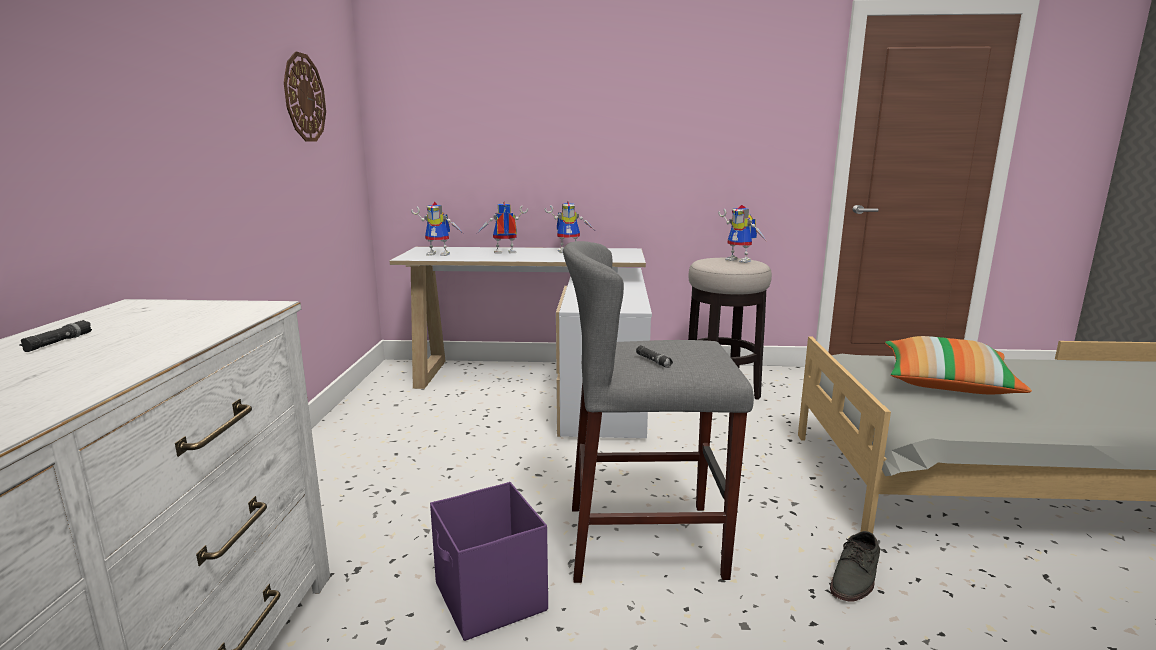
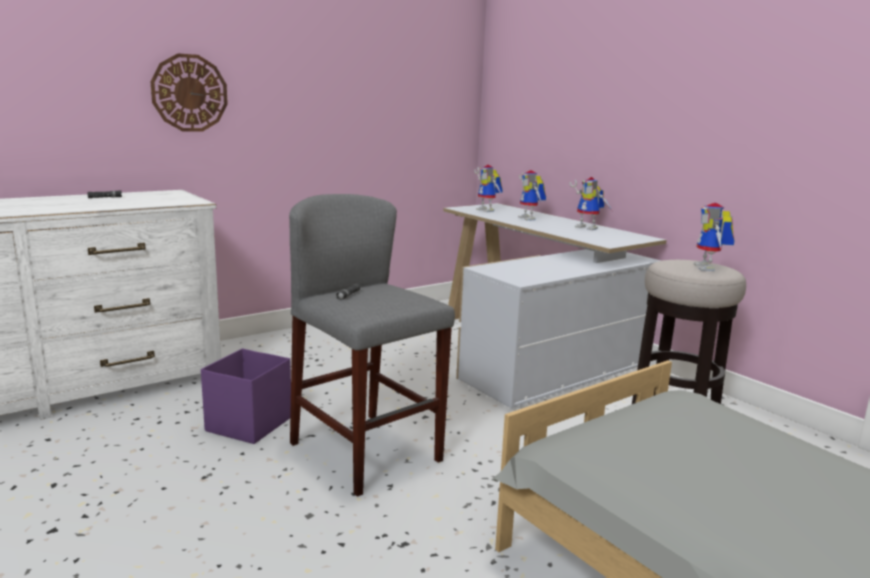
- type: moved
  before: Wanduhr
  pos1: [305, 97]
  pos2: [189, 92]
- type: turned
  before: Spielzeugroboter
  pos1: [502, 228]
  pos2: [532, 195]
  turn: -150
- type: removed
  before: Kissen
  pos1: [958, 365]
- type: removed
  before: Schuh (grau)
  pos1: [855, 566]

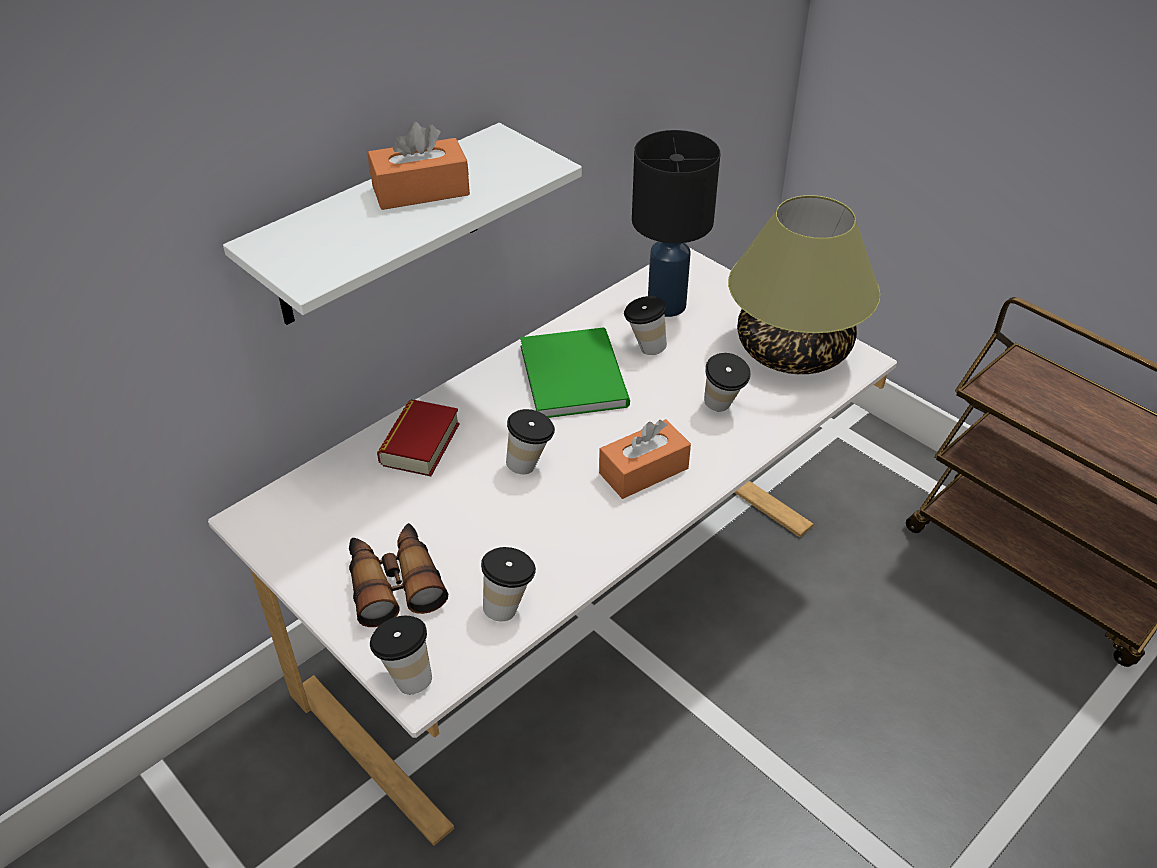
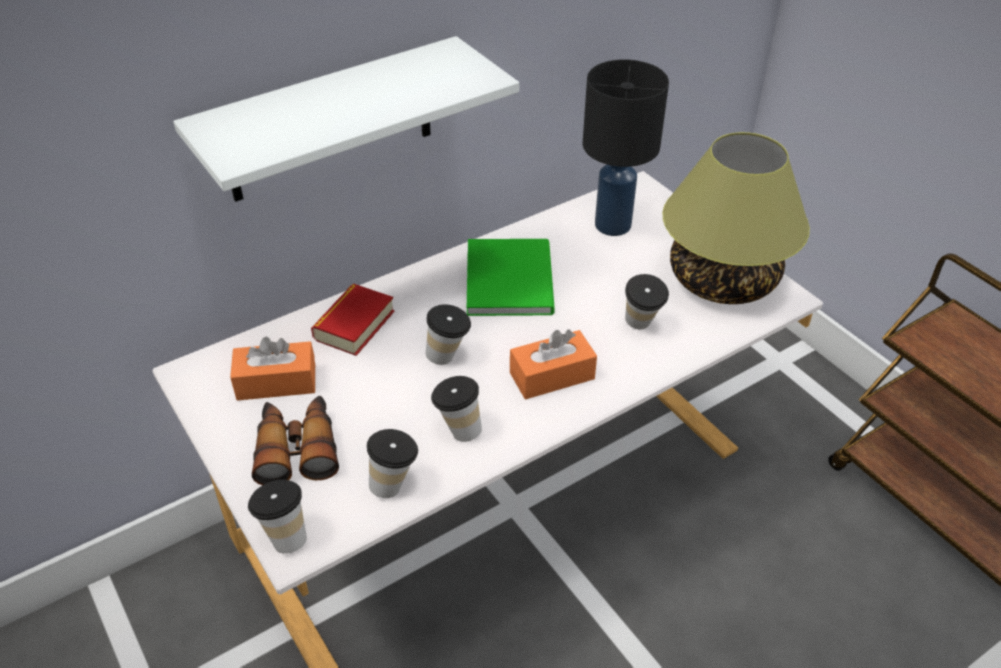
- type: moved
  before: Taschentuchbox (orange)
  pos1: [419, 165]
  pos2: [272, 369]
- type: moved
  before: Tasse
  pos1: [645, 325]
  pos2: [456, 409]

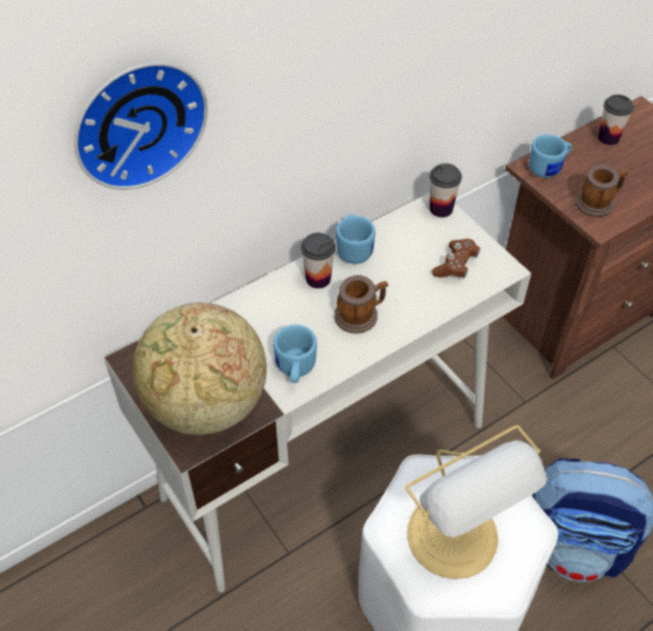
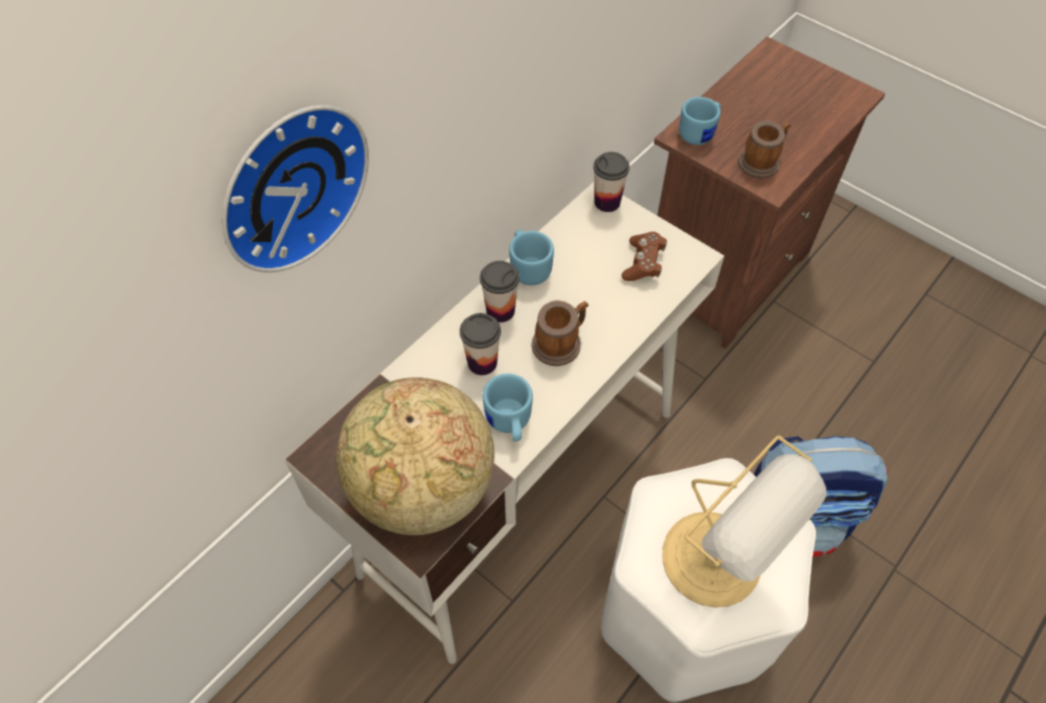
- type: moved
  before: Tasse
  pos1: [616, 119]
  pos2: [480, 344]

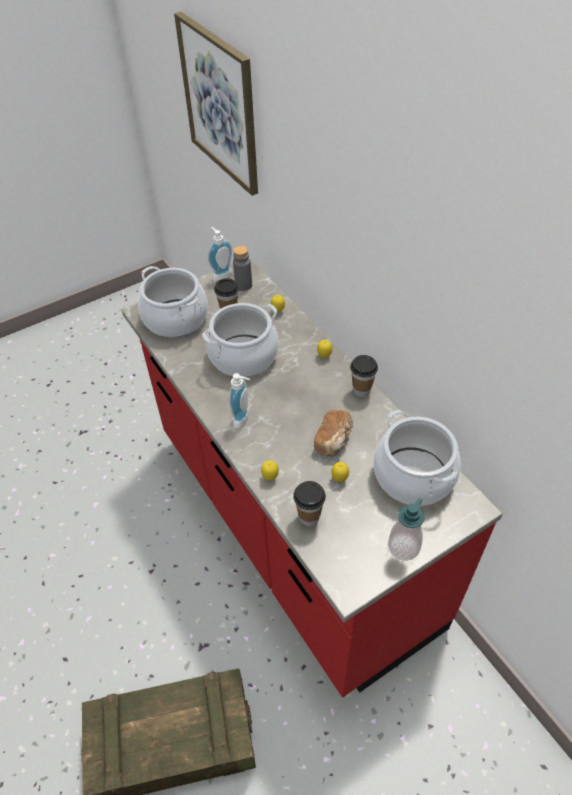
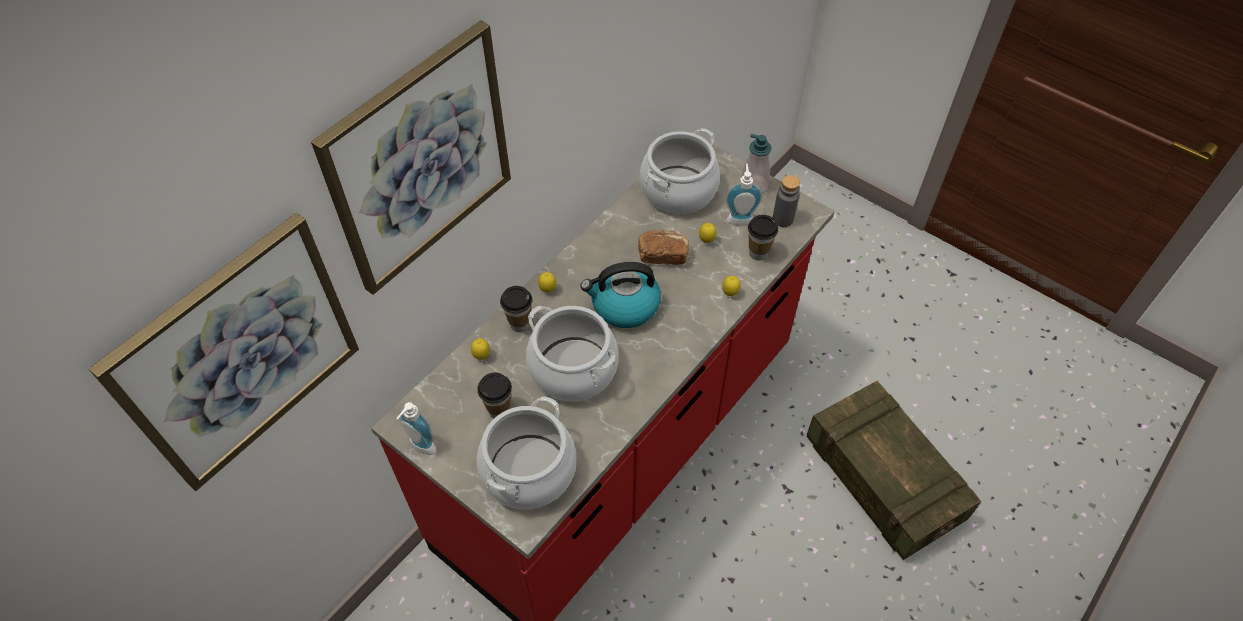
- type: moved
  before: Flasche (grau)
  pos1: [242, 268]
  pos2: [786, 201]
- type: moved
  before: Tasse
  pos1: [364, 376]
  pos2: [516, 309]
- type: moved
  before: Seifenspender
  pos1: [239, 401]
  pos2: [744, 195]
- type: added
  after: Bild
  pos2: [411, 157]
- type: added
  after: Wasserkessel
  pos2: [620, 295]

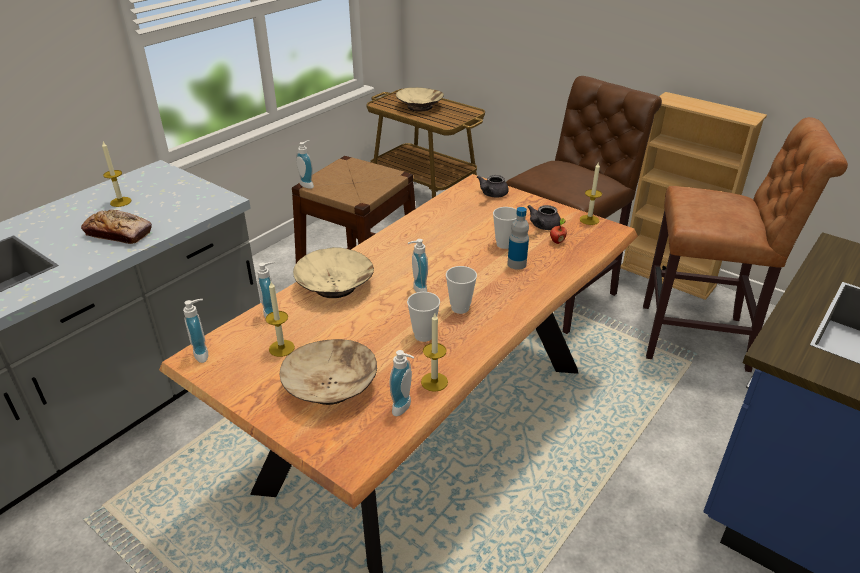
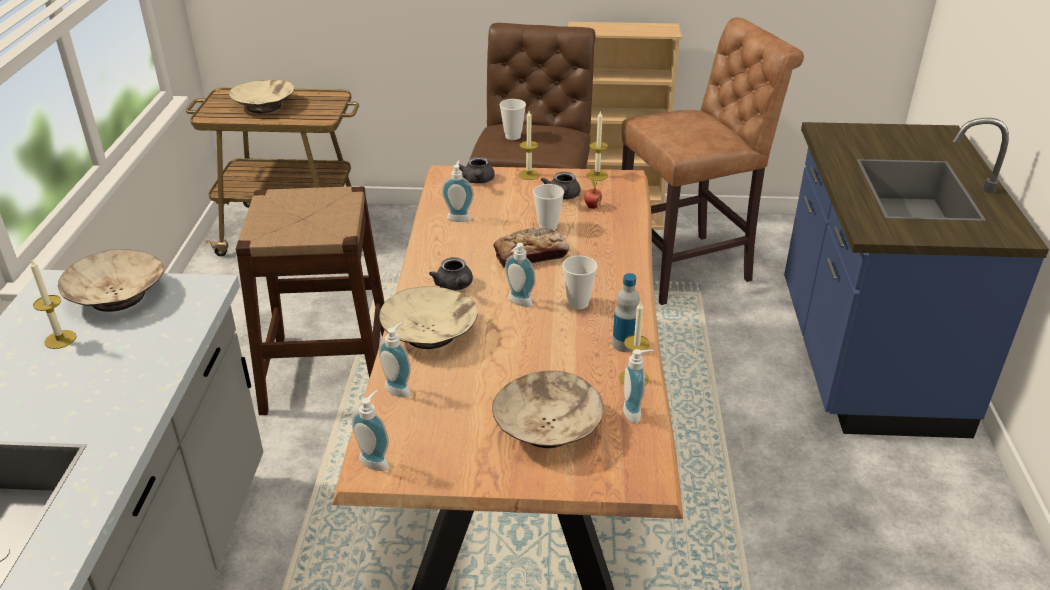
- type: moved
  before: Seifenspender
  pos1: [305, 164]
  pos2: [458, 191]
- type: moved
  before: Flasche
  pos1: [518, 238]
  pos2: [626, 312]
- type: moved
  before: Brot
  pos1: [116, 226]
  pos2: [531, 248]
- type: moved
  before: Kerze
  pos1: [280, 319]
  pos2: [529, 145]
- type: moved
  before: Tasse
  pos1: [423, 317]
  pos2: [513, 119]
- type: added
  after: Schüssel (beige)
  pos2: [111, 280]
- type: added
  after: Teekanne (grau)
  pos2: [451, 274]

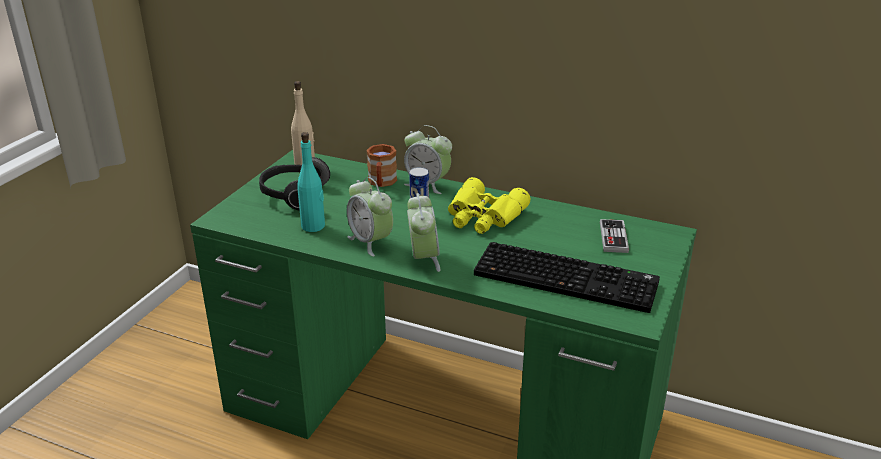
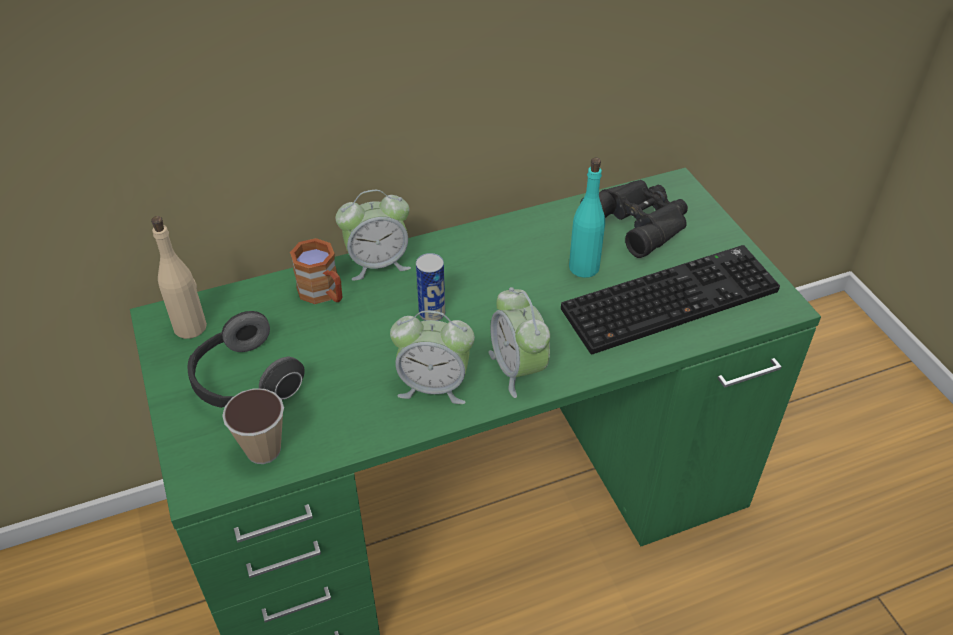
- type: moved
  before: Flasche (türkis)
  pos1: [311, 182]
  pos2: [587, 218]
- type: removed
  before: Fernglas (gelb)
  pos1: [489, 205]
- type: turned
  before: Wecker
  pos1: [423, 232]
  pos2: [519, 342]
  turn: -150
- type: replaced
  before: Gamepad
  after: Fernglas (schwarz)
  pos1: [614, 236]
  pos2: [634, 219]
- type: added
  after: Tasse
  pos2: [253, 426]

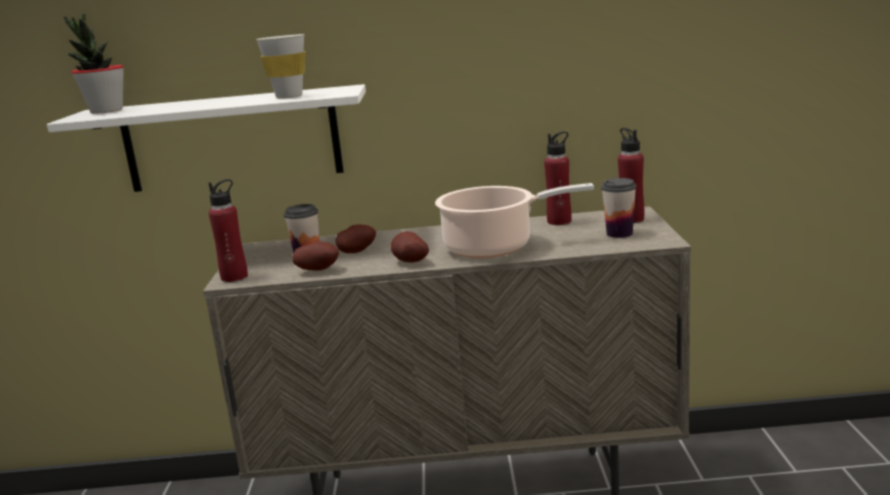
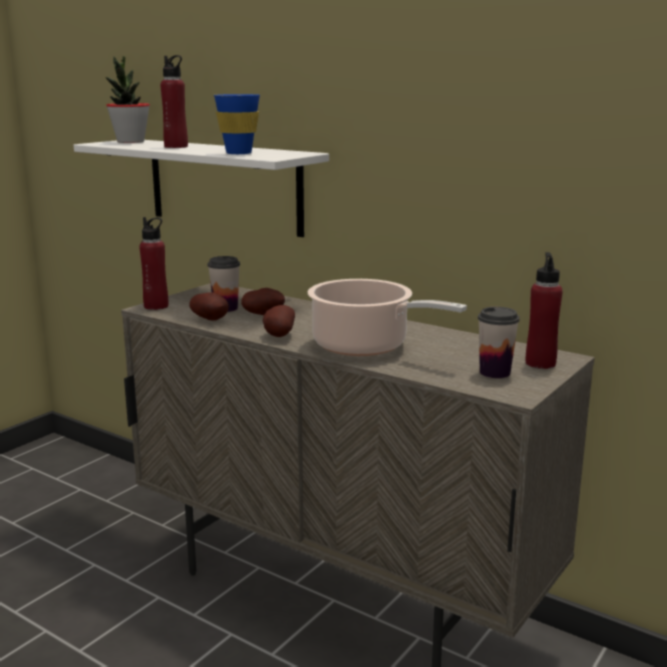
- type: recoloured
  before: Tasse (weiß)
  after: Tasse (blau)
  pos1: [281, 66]
  pos2: [237, 124]
- type: moved
  before: Flasche (rot)
  pos1: [558, 178]
  pos2: [174, 101]

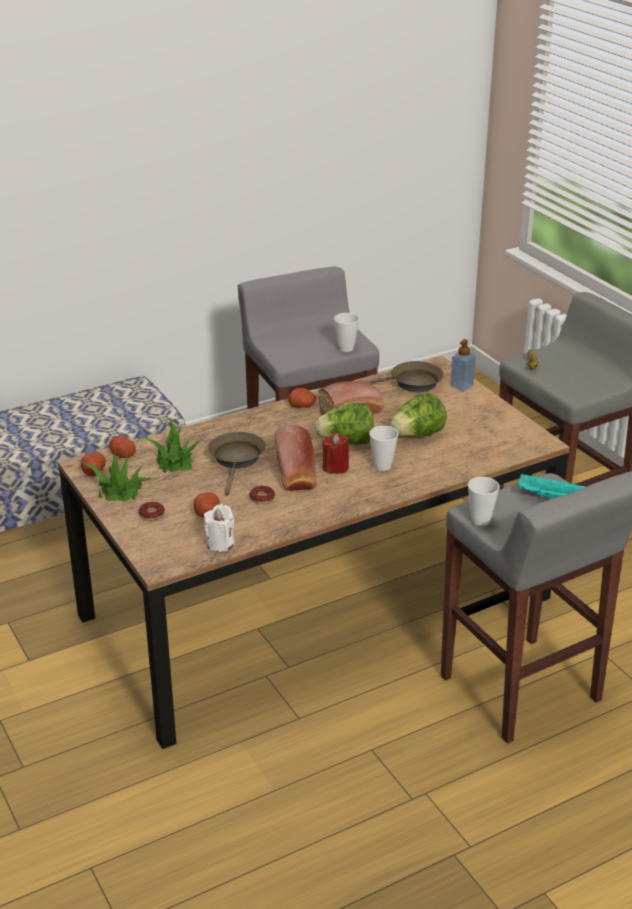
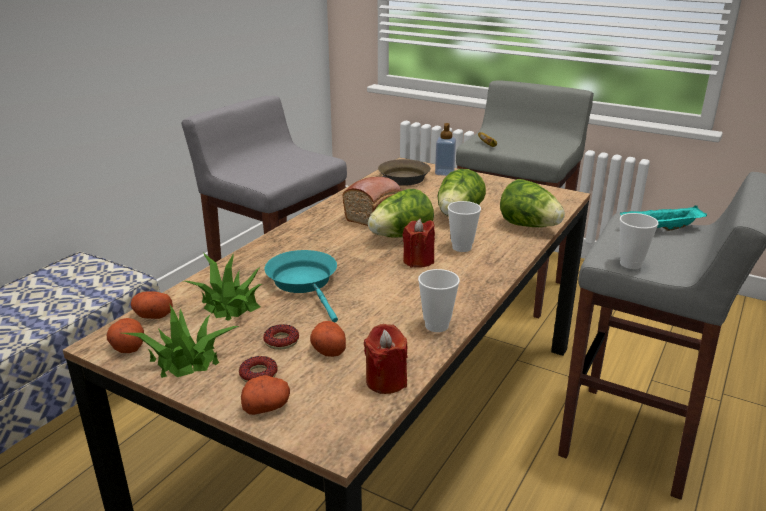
- type: moved
  before: Tasse
  pos1: [346, 332]
  pos2: [439, 300]
- type: moved
  before: Kartoffel
  pos1: [302, 398]
  pos2: [265, 395]
- type: removed
  before: Brot
  pos1: [295, 458]
- type: recoloured
  before: Pfanne (braun)
  after: Pfanne (türkis)
  pos1: [237, 464]
  pos2: [301, 286]
- type: moved
  before: Donut
  pos1: [262, 495]
  pos2: [281, 337]
- type: recoloured
  before: Kerze (weiß)
  after: Kerze (rot)
  pos1: [219, 528]
  pos2: [386, 359]
- type: added
  after: Salatkopf
  pos2: [532, 203]

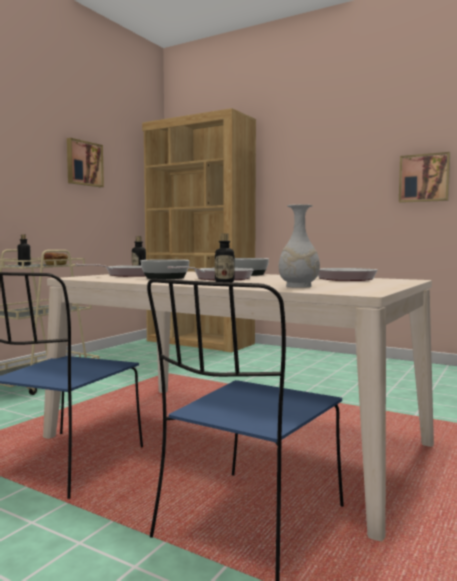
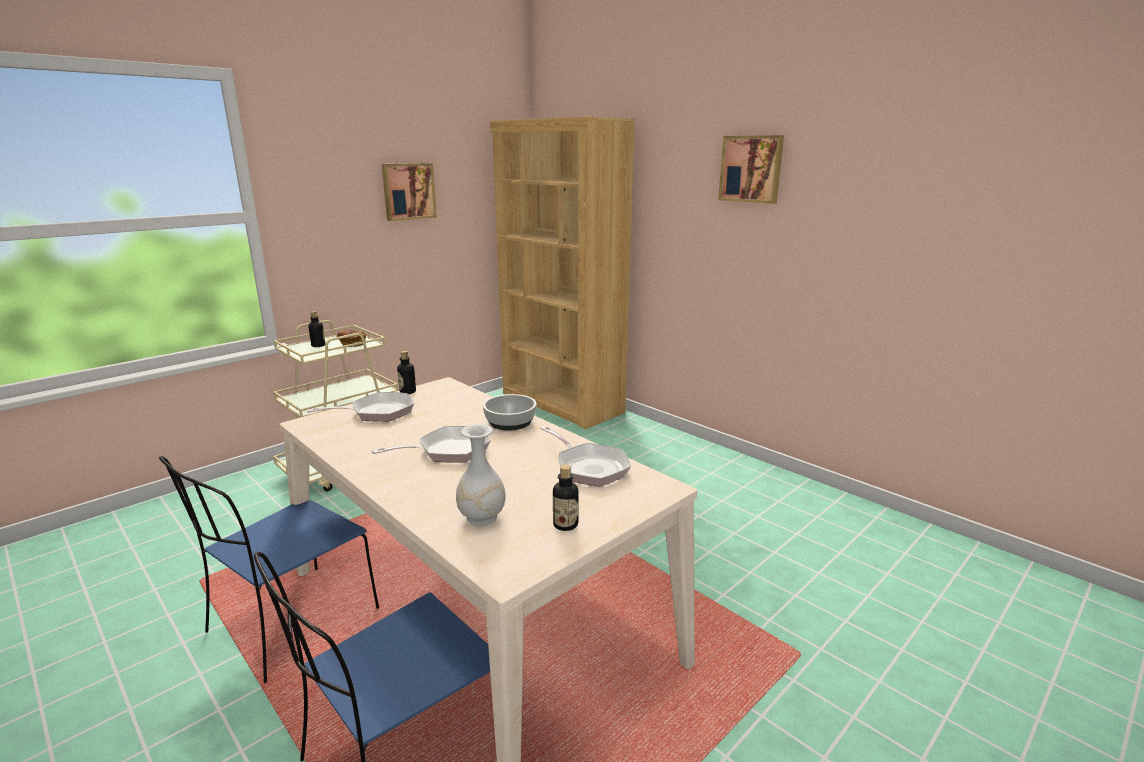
- type: moved
  before: Bild
  pos1: [424, 177]
  pos2: [751, 169]
- type: moved
  before: Flasche
  pos1: [225, 258]
  pos2: [566, 498]
- type: removed
  before: Schüssel
  pos1: [165, 269]

